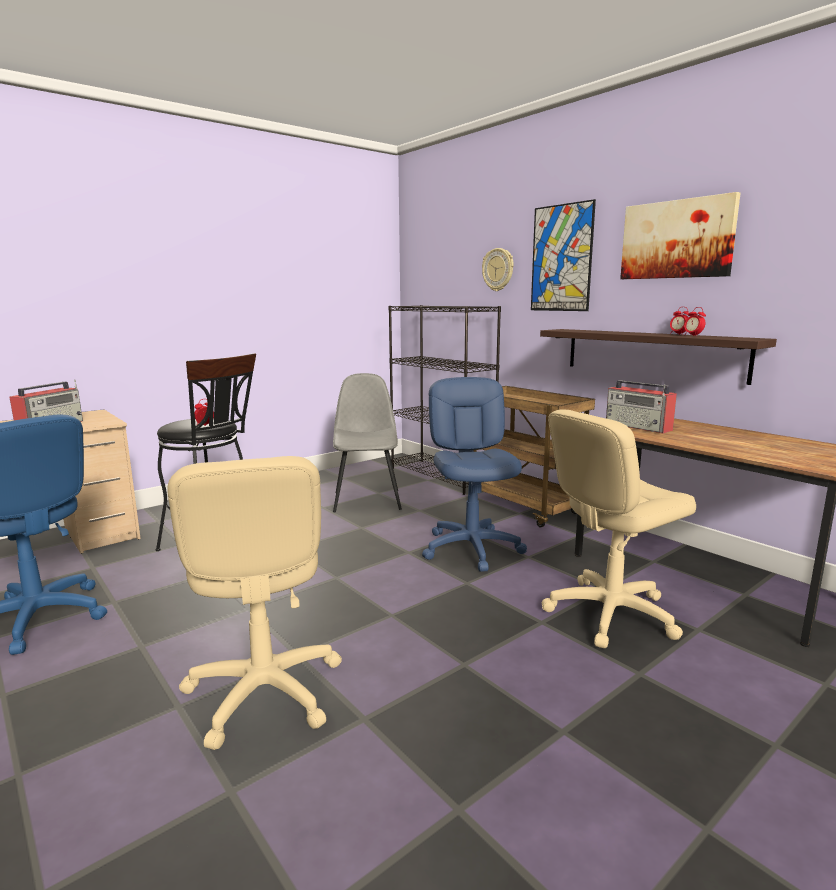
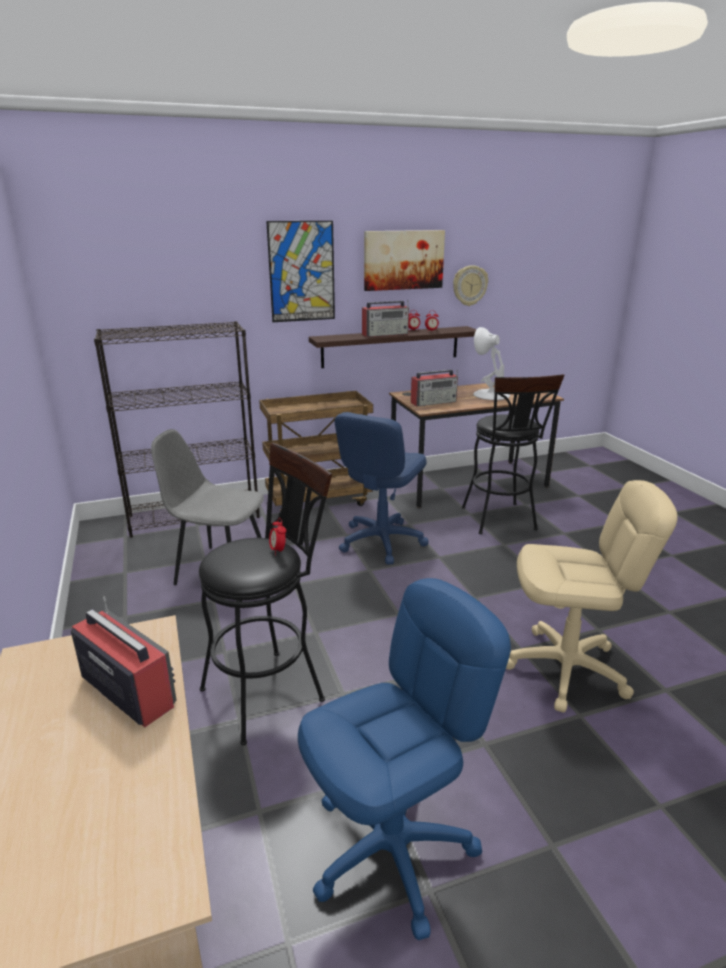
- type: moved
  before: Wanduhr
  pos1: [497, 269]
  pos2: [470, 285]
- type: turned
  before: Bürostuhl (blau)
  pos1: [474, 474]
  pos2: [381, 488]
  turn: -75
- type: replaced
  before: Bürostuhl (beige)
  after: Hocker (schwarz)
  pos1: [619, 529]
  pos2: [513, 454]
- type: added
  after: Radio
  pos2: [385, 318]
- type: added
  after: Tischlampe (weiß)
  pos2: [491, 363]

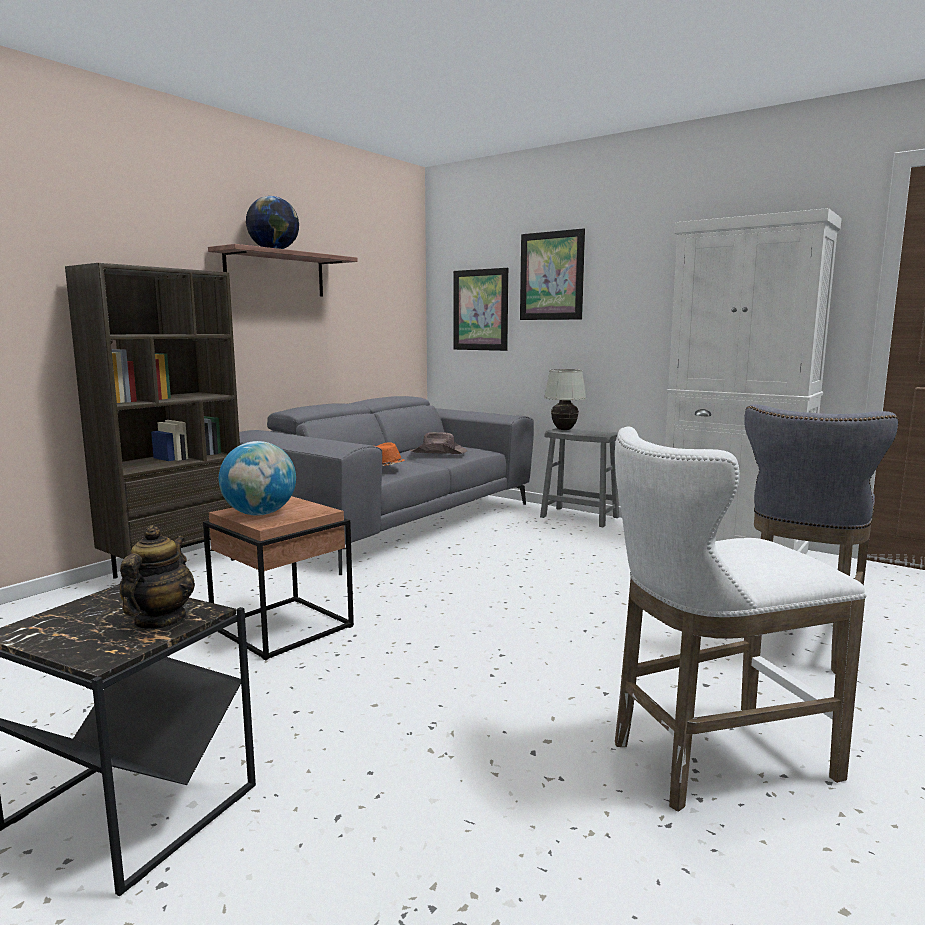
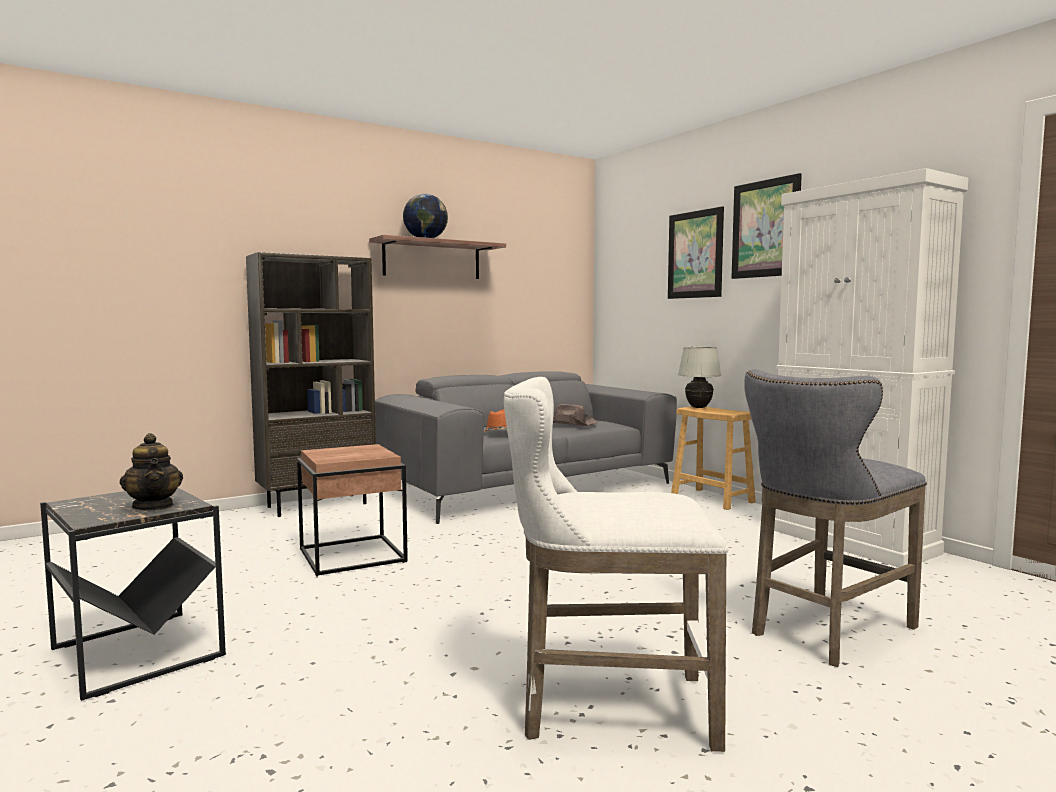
- type: moved
  before: Bild
  pos1: [480, 309]
  pos2: [766, 226]
- type: recoloured
  before: Hocker (grau)
  after: Hocker (braun)
  pos1: [579, 477]
  pos2: [713, 458]
- type: removed
  before: Globus
  pos1: [257, 478]
- type: turned
  before: Teekanne
  pos1: [157, 577]
  pos2: [151, 471]
  turn: 120

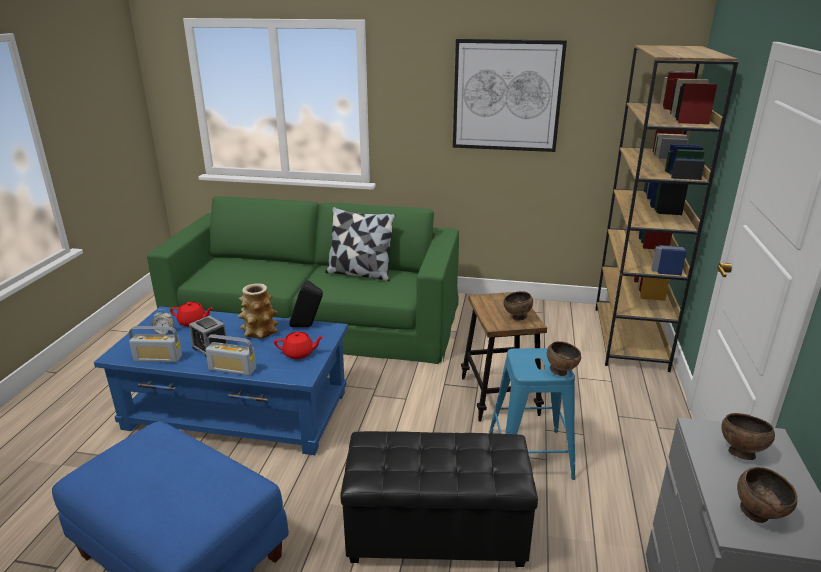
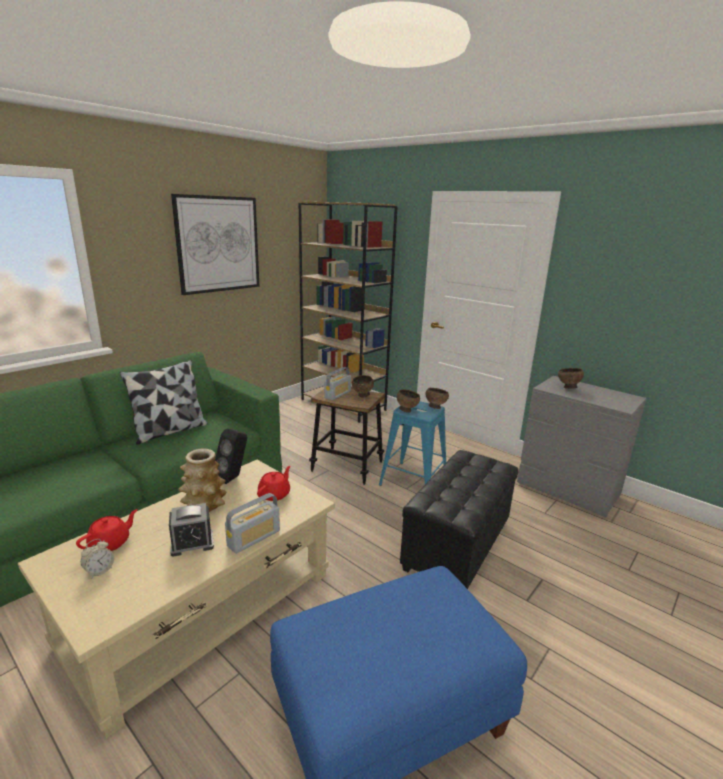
- type: recoloured
  before: Couchtisch (blau)
  after: Couchtisch (beige)
  pos1: [221, 380]
  pos2: [176, 598]
- type: moved
  before: Radio
  pos1: [155, 344]
  pos2: [337, 383]
- type: moved
  before: Schüssel (braun)
  pos1: [767, 495]
  pos2: [408, 401]

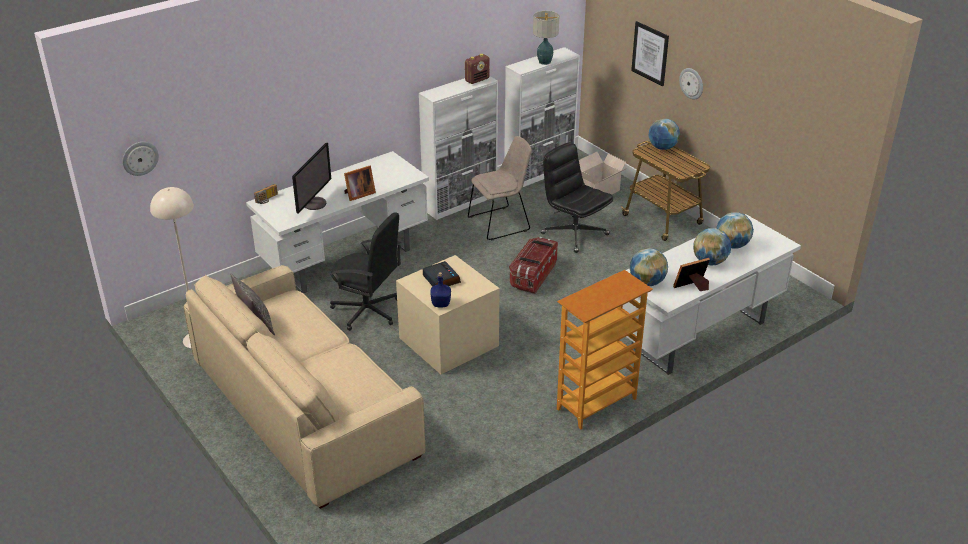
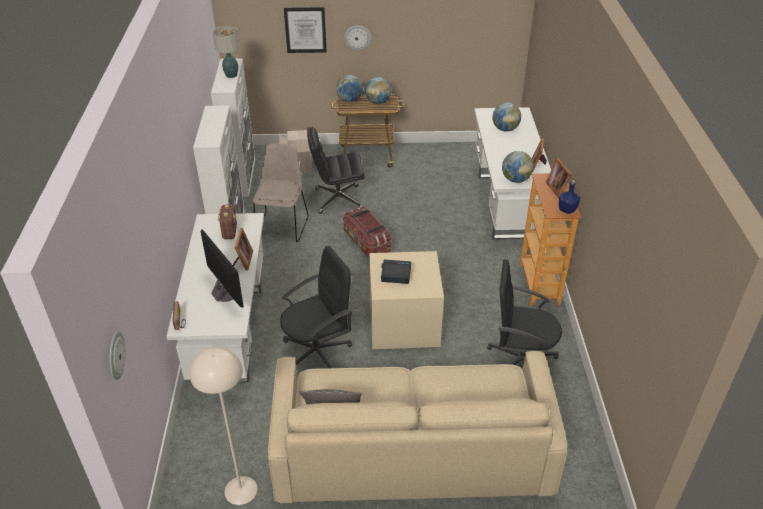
- type: moved
  before: Radio
  pos1: [477, 69]
  pos2: [227, 221]
- type: moved
  before: Globus
  pos1: [712, 246]
  pos2: [378, 90]
- type: moved
  before: Flasche (blau)
  pos1: [440, 289]
  pos2: [569, 197]
- type: added
  after: Bilderrahmen
  pos2: [559, 178]
- type: added
  after: Bürostuhl (schwarz)
  pos2: [524, 312]

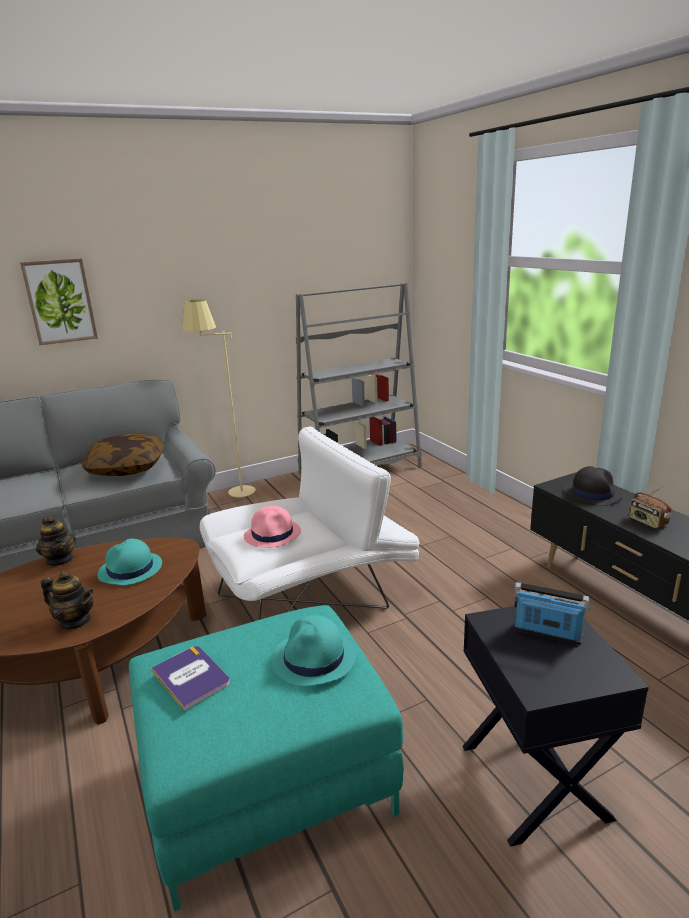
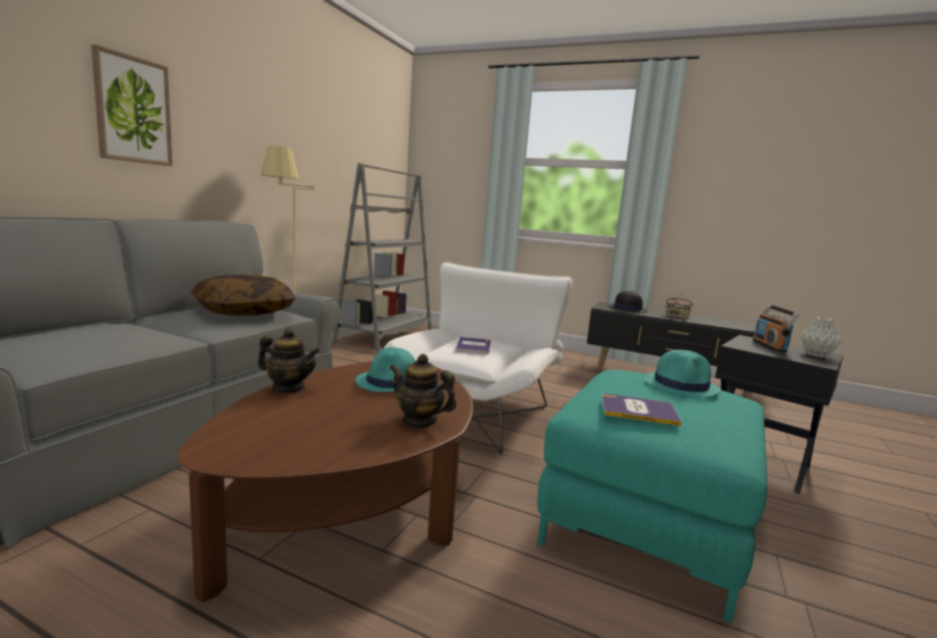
- type: replaced
  before: Hut (rosa)
  after: Buch
  pos1: [272, 527]
  pos2: [473, 345]
- type: turned
  before: Teekanne
  pos1: [67, 600]
  pos2: [423, 391]
  turn: -135
- type: turned
  before: Radio
  pos1: [552, 613]
  pos2: [776, 328]
  turn: -75
- type: added
  after: Vase (grau)
  pos2: [821, 337]

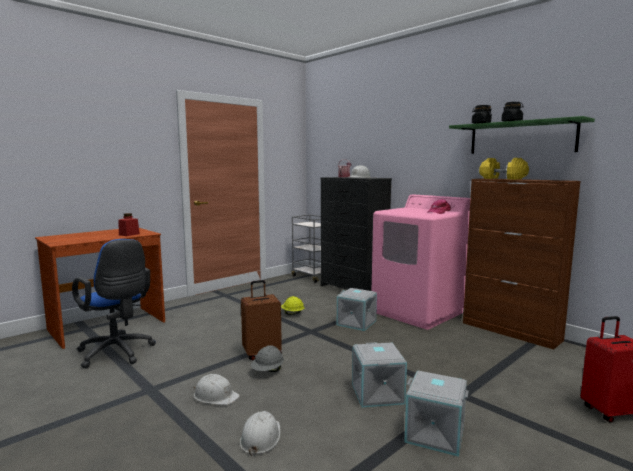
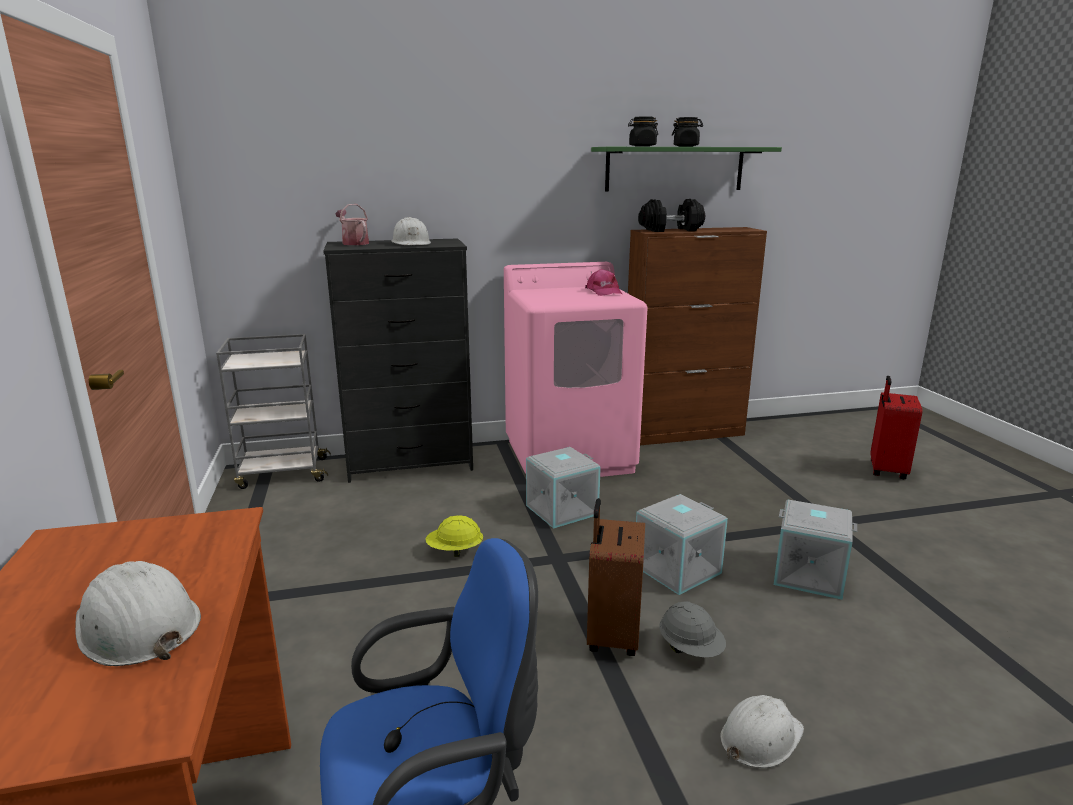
- type: recoloured
  before: Hantel (gelb)
  after: Hantel (schwarz)
  pos1: [504, 169]
  pos2: [671, 215]
- type: removed
  before: Vorratsglas (rot)
  pos1: [129, 224]
- type: moved
  before: Aufbewahrungsbox (grau)
  pos1: [436, 414]
  pos2: [682, 544]
- type: moved
  before: Schutzhelm (weiß)
  pos1: [260, 433]
  pos2: [138, 613]

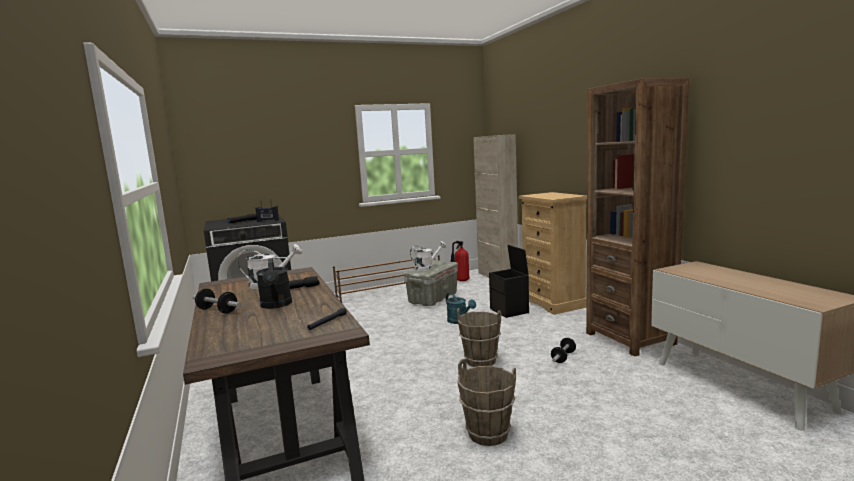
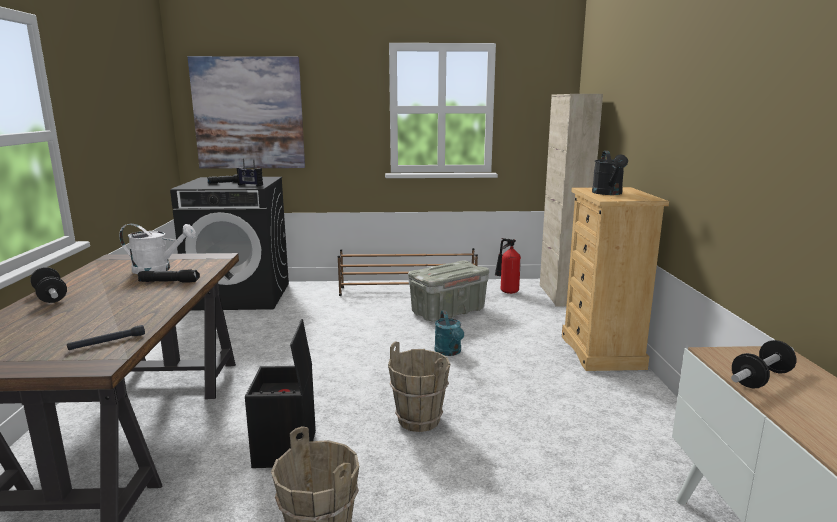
- type: removed
  before: Bücherregal (braun)
  pos1: [637, 217]
- type: removed
  before: Gießkanne (weiß)
  pos1: [428, 256]
- type: moved
  before: Aufbewahrungsbox (schwarz)
  pos1: [509, 281]
  pos2: [280, 393]
- type: moved
  before: Gießkanne (schwarz)
  pos1: [274, 283]
  pos2: [610, 173]
- type: moved
  before: Hantel
  pos1: [563, 350]
  pos2: [764, 364]
- type: added
  after: Bild
  pos2: [246, 112]

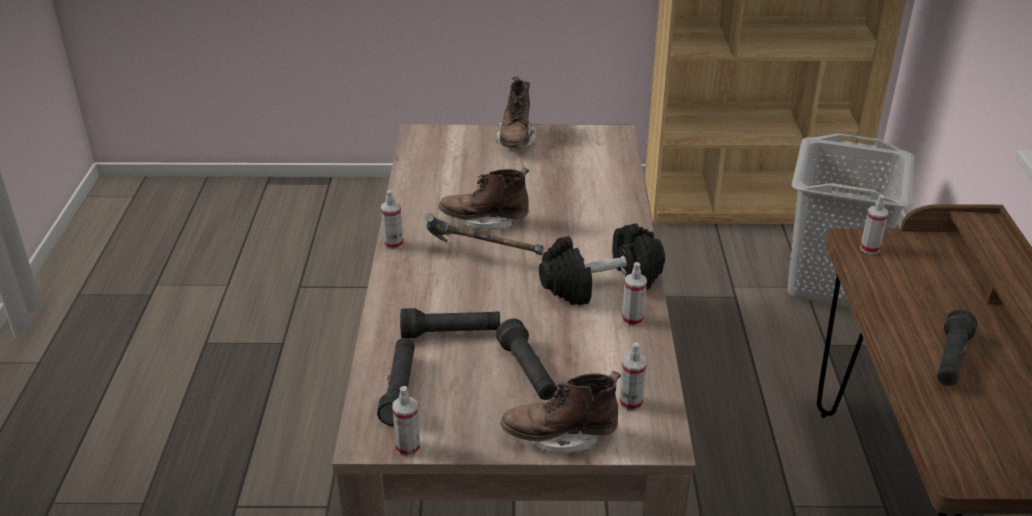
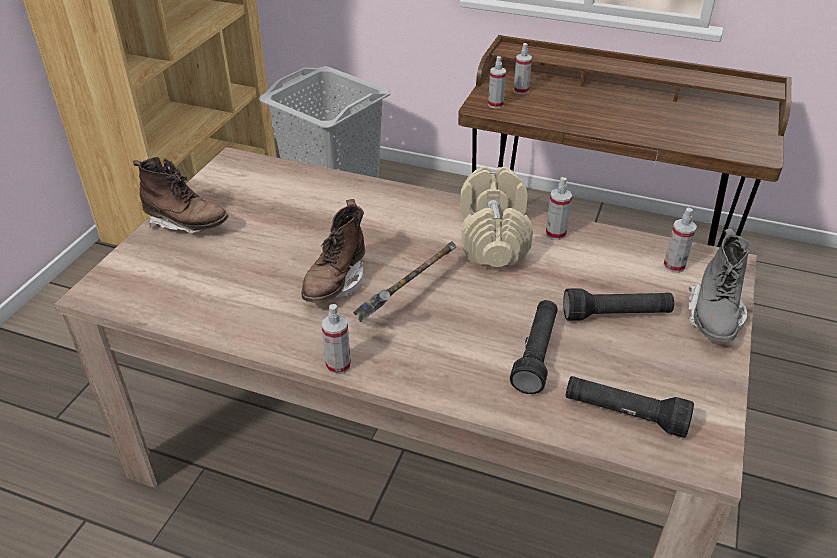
- type: recoloured
  before: Hantel (schwarz)
  after: Hantel (beige)
  pos1: [602, 264]
  pos2: [496, 217]
- type: removed
  before: Taschenlampe (schwarz)
  pos1: [957, 347]
- type: recoloured
  before: Stiefel (braun)
  after: Stiefel (grau)
  pos1: [561, 412]
  pos2: [719, 285]
- type: moved
  before: Sprühflasche
  pos1: [406, 421]
  pos2: [523, 68]

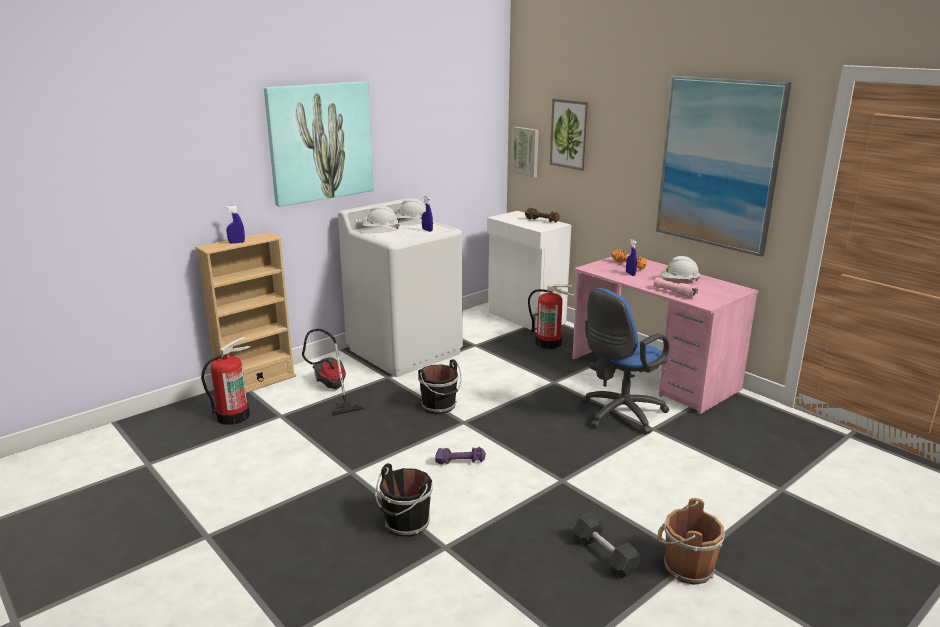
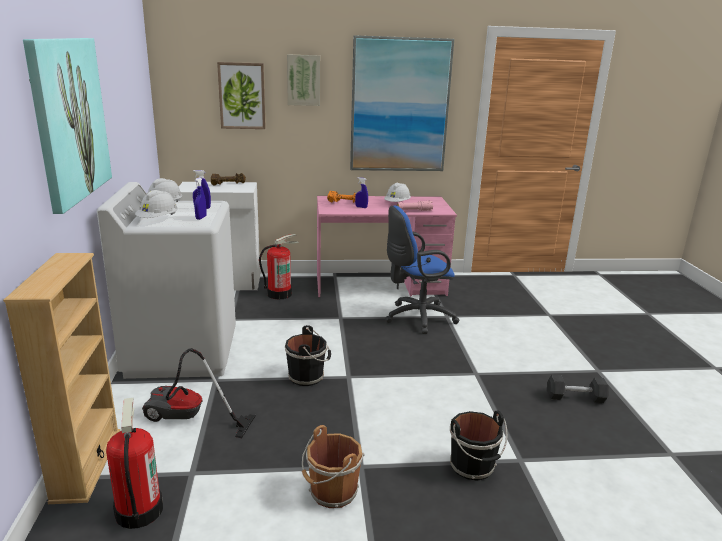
- type: moved
  before: Bild
  pos1: [525, 152]
  pos2: [303, 80]
- type: moved
  before: Sprühflasche (blau)
  pos1: [235, 224]
  pos2: [200, 198]
- type: turned
  before: Bürostuhl (blau)
  pos1: [625, 361]
  pos2: [422, 269]
  turn: 75
- type: removed
  before: Hantel (lila)
  pos1: [460, 455]
- type: moved
  before: Eimer (braun)
  pos1: [691, 541]
  pos2: [333, 466]

